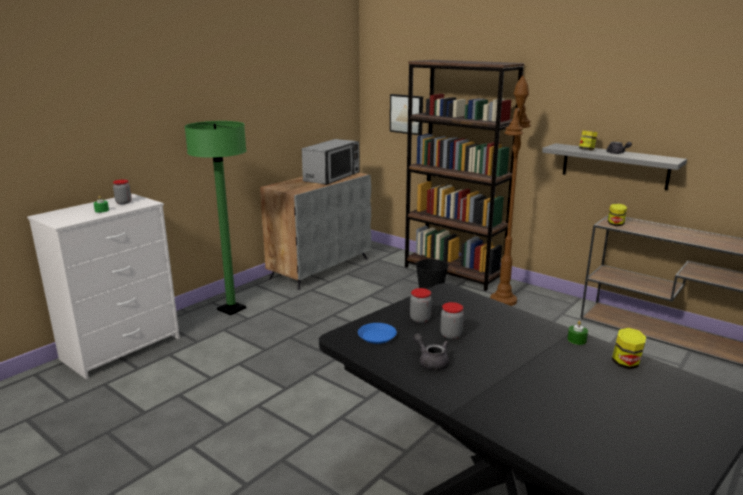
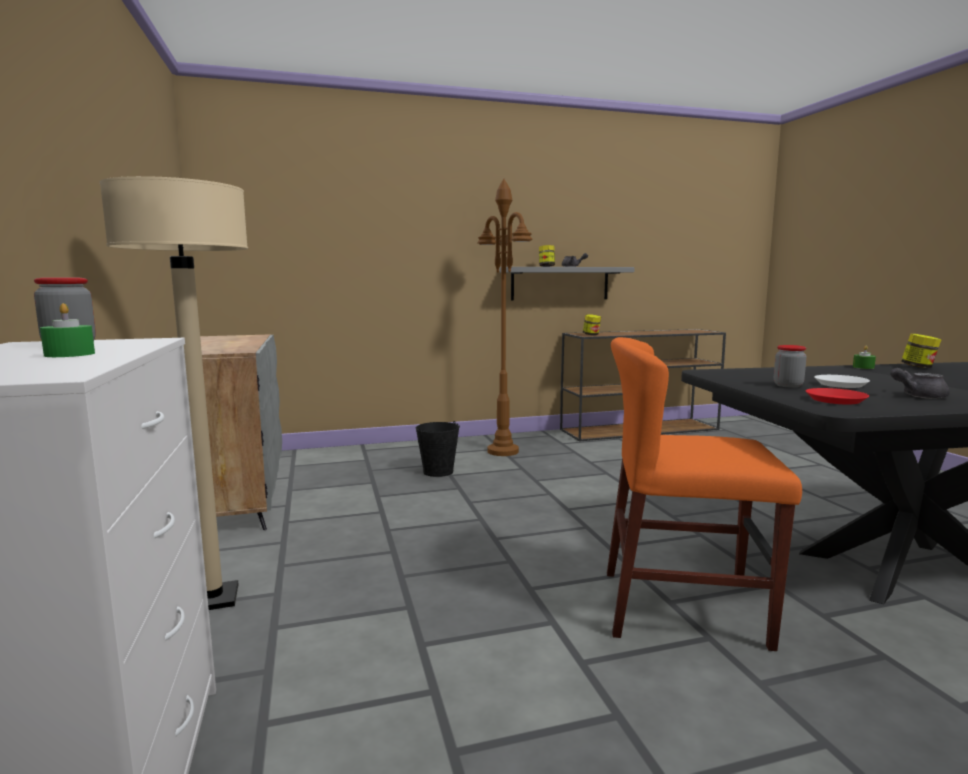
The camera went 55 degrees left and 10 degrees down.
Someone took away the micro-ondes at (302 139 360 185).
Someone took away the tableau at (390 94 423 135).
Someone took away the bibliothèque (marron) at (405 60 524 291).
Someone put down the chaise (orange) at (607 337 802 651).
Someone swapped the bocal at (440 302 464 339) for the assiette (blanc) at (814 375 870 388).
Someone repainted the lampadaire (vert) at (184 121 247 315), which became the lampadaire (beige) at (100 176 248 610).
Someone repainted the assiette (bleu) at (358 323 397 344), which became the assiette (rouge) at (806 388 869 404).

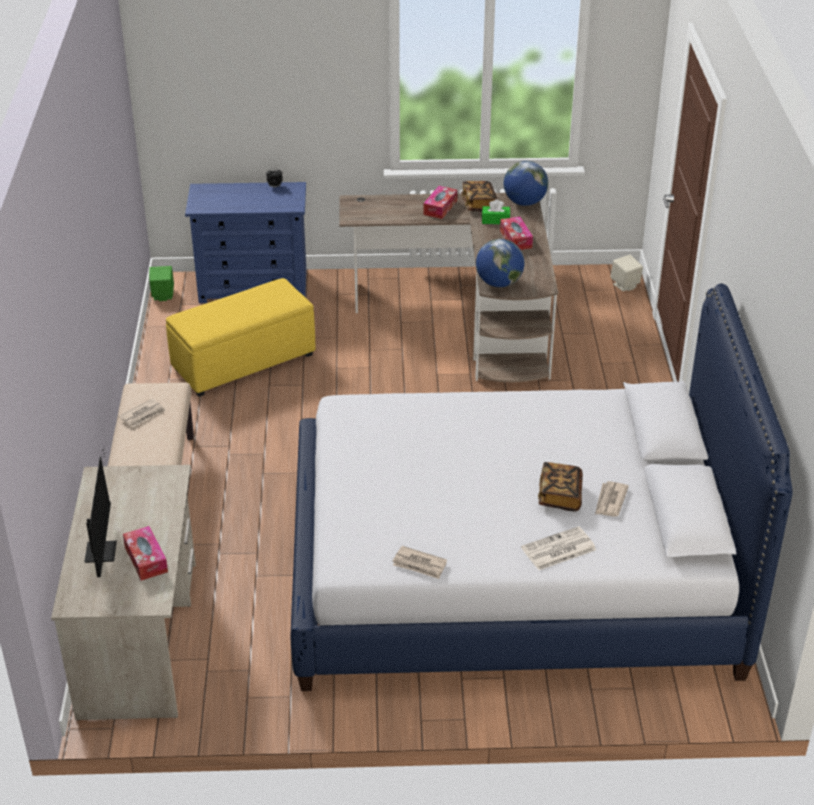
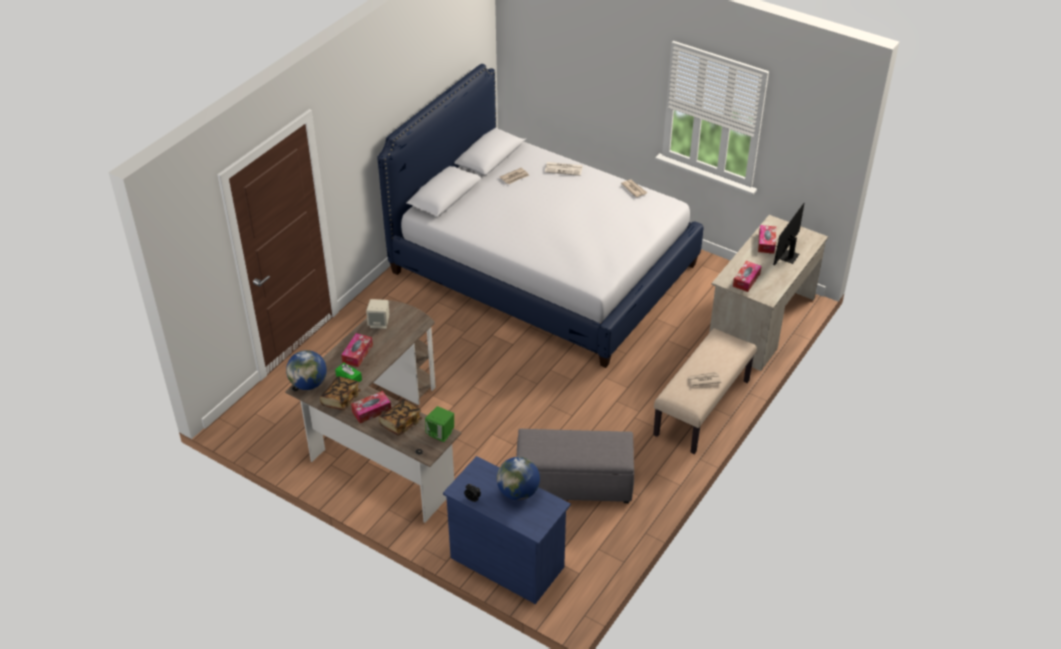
The camera went 145 degrees left and 5 degrees up.
Someone put down the boîte à mouchoirs at (733 261 762 292).
Someone carried the enceinte (vert) from (149 266 174 301) to (425 406 454 442).
Someone carried the globe from (476 239 524 287) to (497 457 540 500).
Someone carried the livre from (538 462 583 511) to (379 400 422 436).
Someone carried the enceinte (beige) from (610 255 643 291) to (366 299 389 329).
Someone repainted the pouf (jaune) at (166 278 316 397), which became the pouf (gris) at (516 429 634 503).

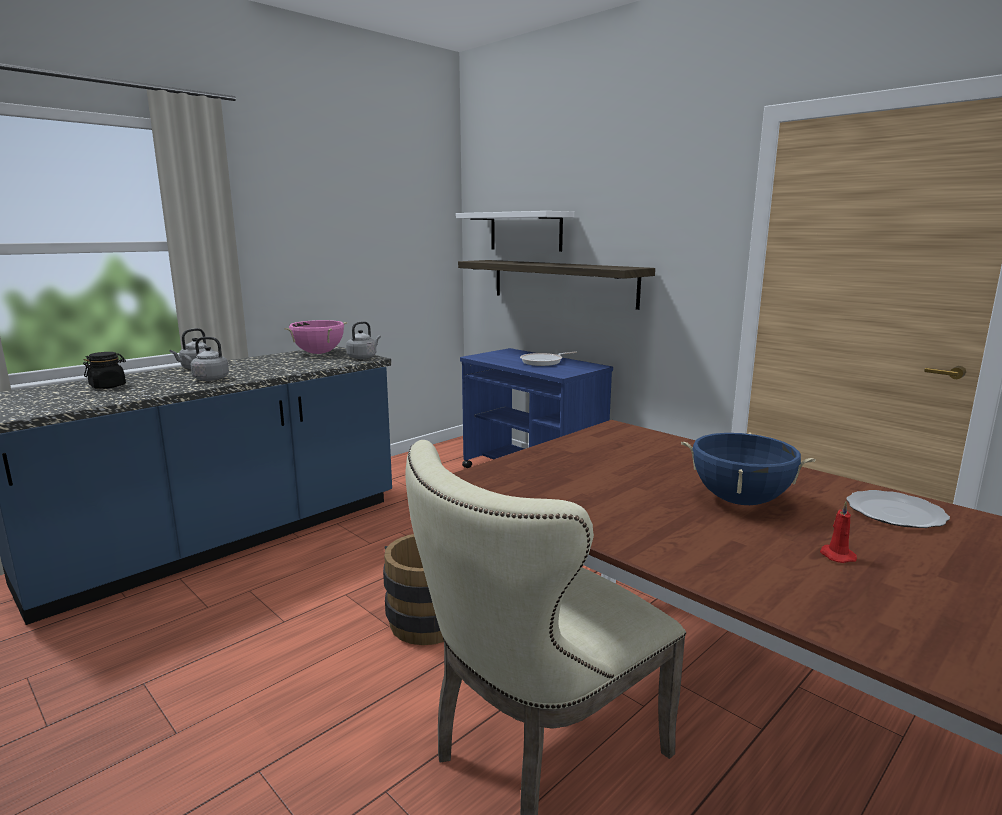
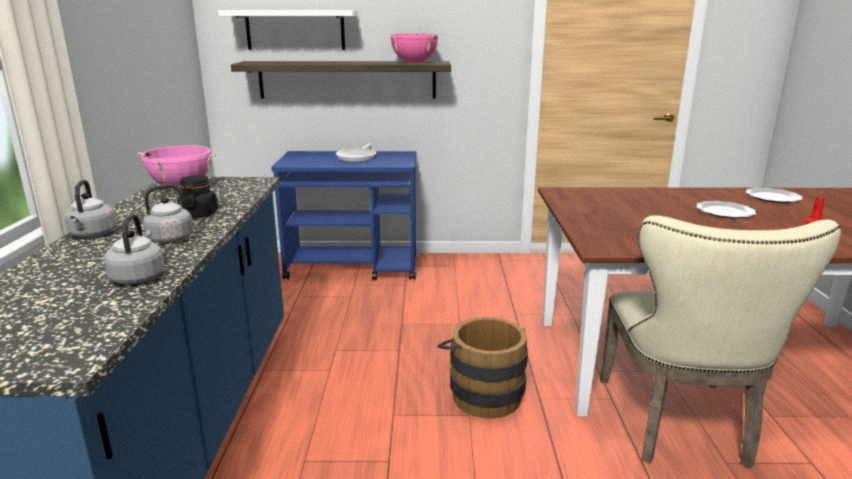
The camera went 45 degrees left and 5 degrees up.
Someone put down the marmite (rose) at (390 34 438 63).
Someone carried the bocal (noir) from (83 352 126 389) to (177 175 218 217).
Someone carried the bouilloire (gris) from (346 321 381 359) to (104 214 165 285).
Someone swapped the marmite (bleu) at (681 432 816 505) for the assiette at (696 201 756 219).

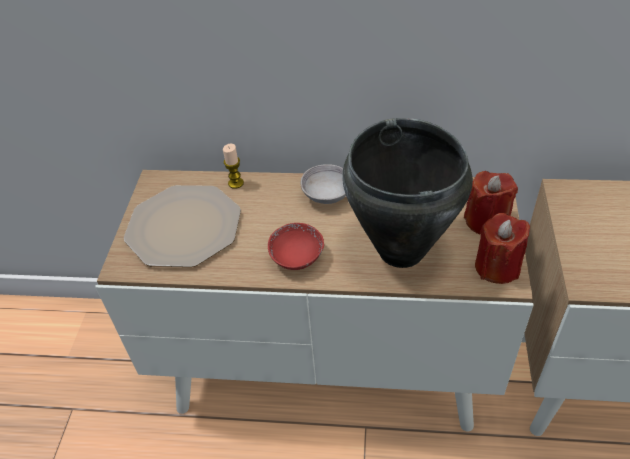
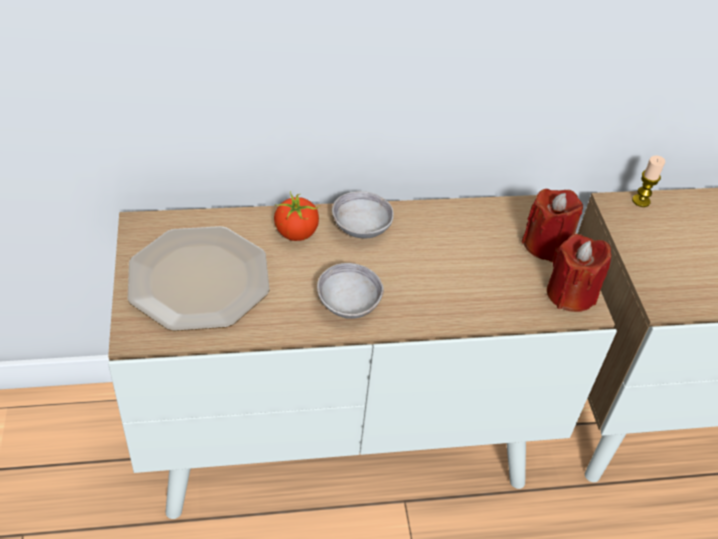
The camera went 20 degrees left and 0 degrees up.
Someone took away the marmite (noir) at (342 118 473 268).
Someone put down the tomate at (274 191 320 241).
Someone carried the bougie from (223 144 244 189) to (632 155 665 207).
Someone repainted the bol (rouge) at (268 223 324 270), which became the bol (gris) at (317 263 384 319).

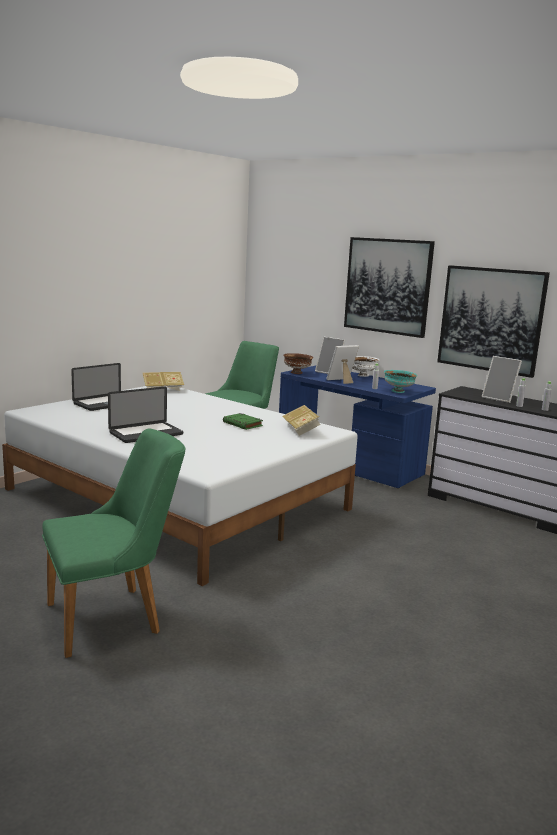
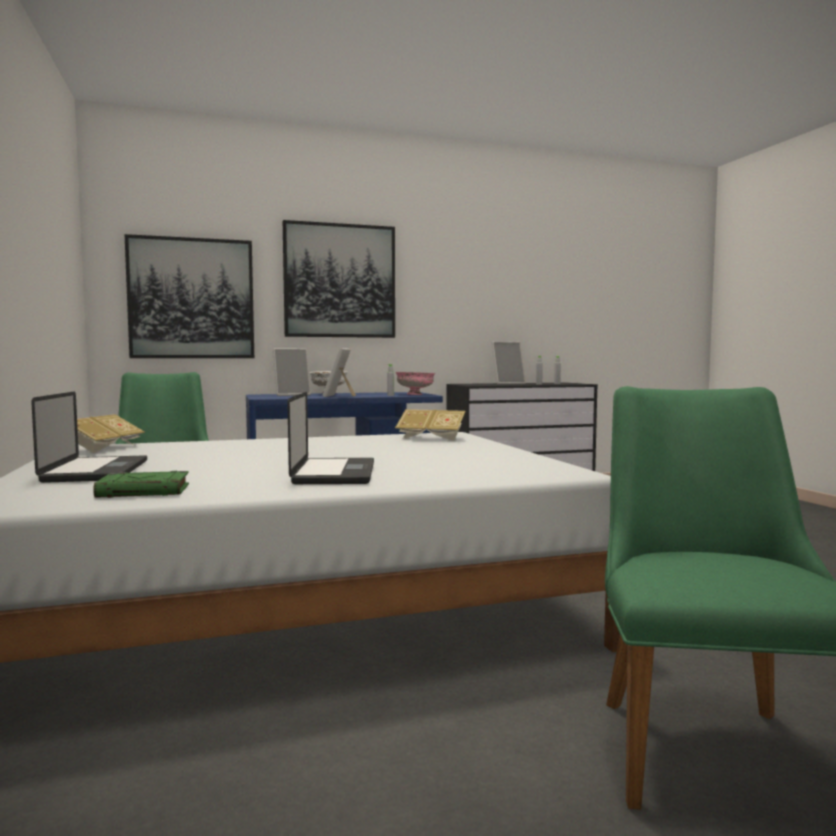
The camera went 55 degrees left and 10 degrees down.
Someone took away the bol (marron) at (283 353 313 374).
Someone carried the livre (vert) from (223 413 263 430) to (93 471 189 498).
Someone carried the tableau from (437 265 550 378) to (125 234 254 358).
Someone repainted the bol (turquoise) at (384 370 417 393), which became the bol (rose) at (396 372 435 395).

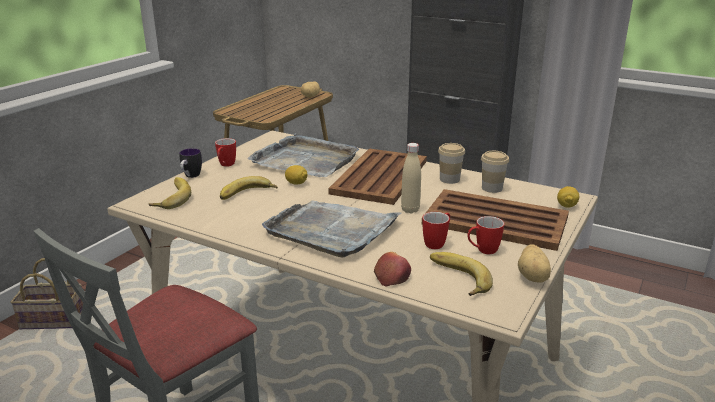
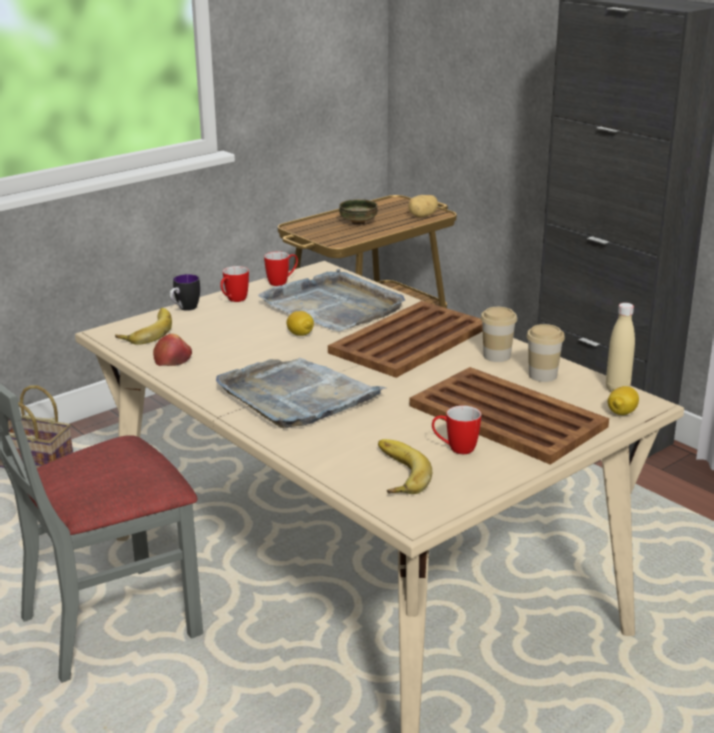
The camera went 20 degrees right and 0 degrees up.
Someone took away the banane at (220 176 278 200).
Someone took away the pomme de terre at (518 244 551 282).
Someone put down the bol at (339 199 377 225).
Someone carried the pomme from (374 252 411 287) to (153 334 192 366).
Someone carried the bouteille (beige) from (401 143 421 213) to (606 303 635 392).
Someone carried the mug from (422 212 450 249) to (264 251 298 286).

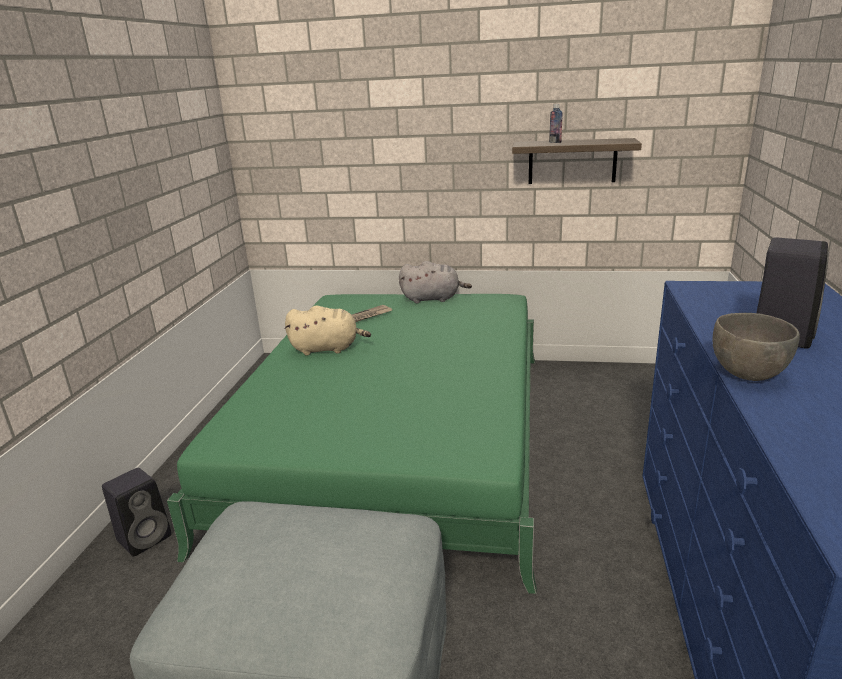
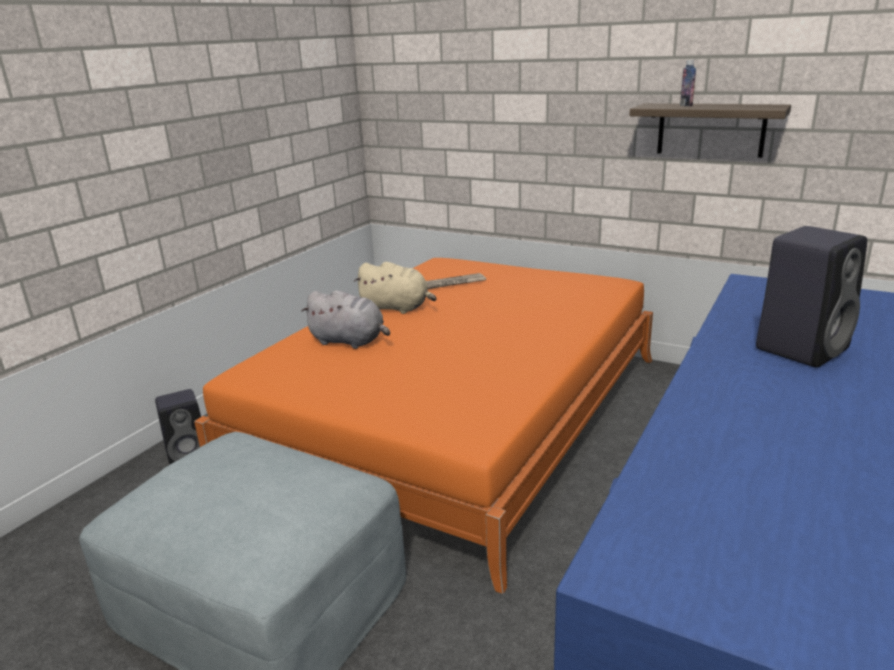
The camera went 20 degrees right and 0 degrees up.
Someone took away the bol (gris) at (713 313 800 381).
Someone carried the peluche (gris) from (399 261 472 303) to (301 290 390 349).
Someone repainted the lit (vert) at (167 294 536 594), which became the lit (orange) at (194 258 653 594).

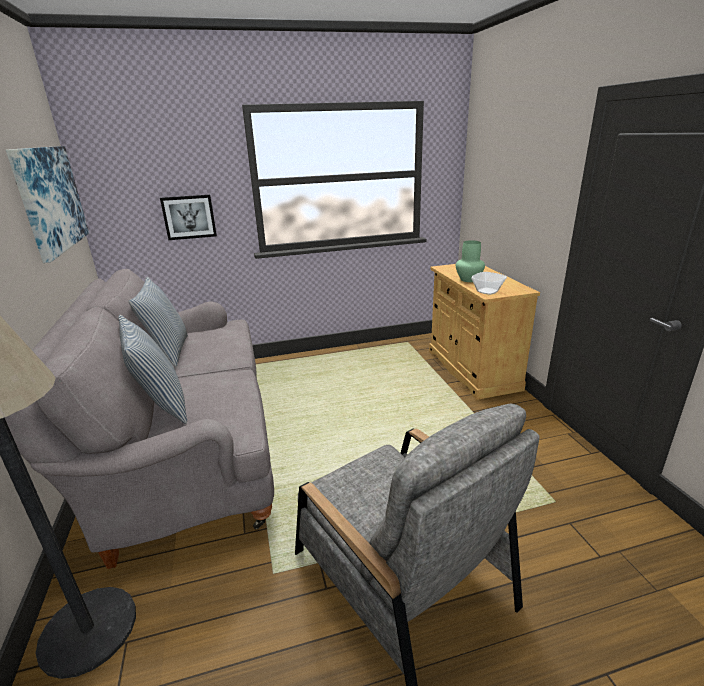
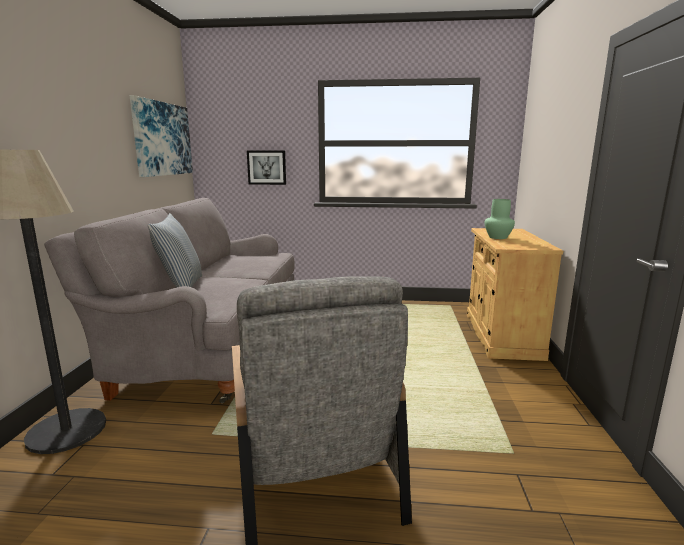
The camera went 20 degrees right and 10 degrees down.
Someone took away the coussin at (129 277 188 367).
Someone took away the bol at (471 272 507 295).

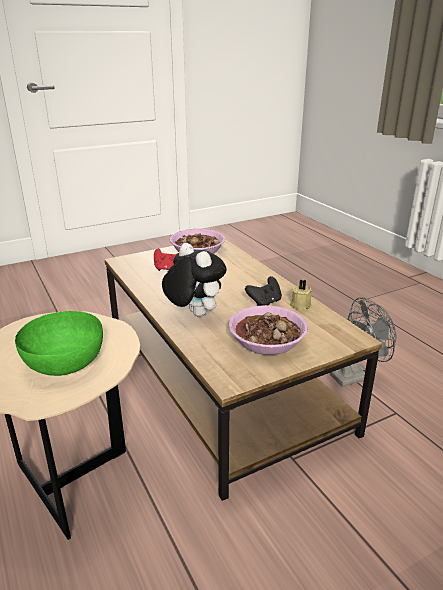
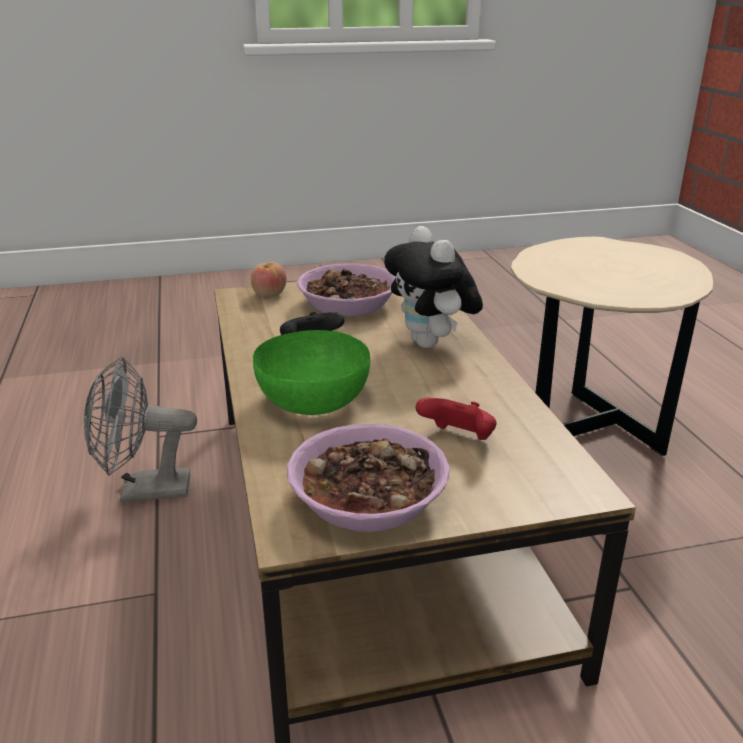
The camera went 165 degrees left and 0 degrees up.
Someone took away the bougie (beige) at (290 280 312 310).
Someone put down the pomme at (251 262 287 297).
Someone carried the bol (vert) from (15 311 103 376) to (253 330 371 415).

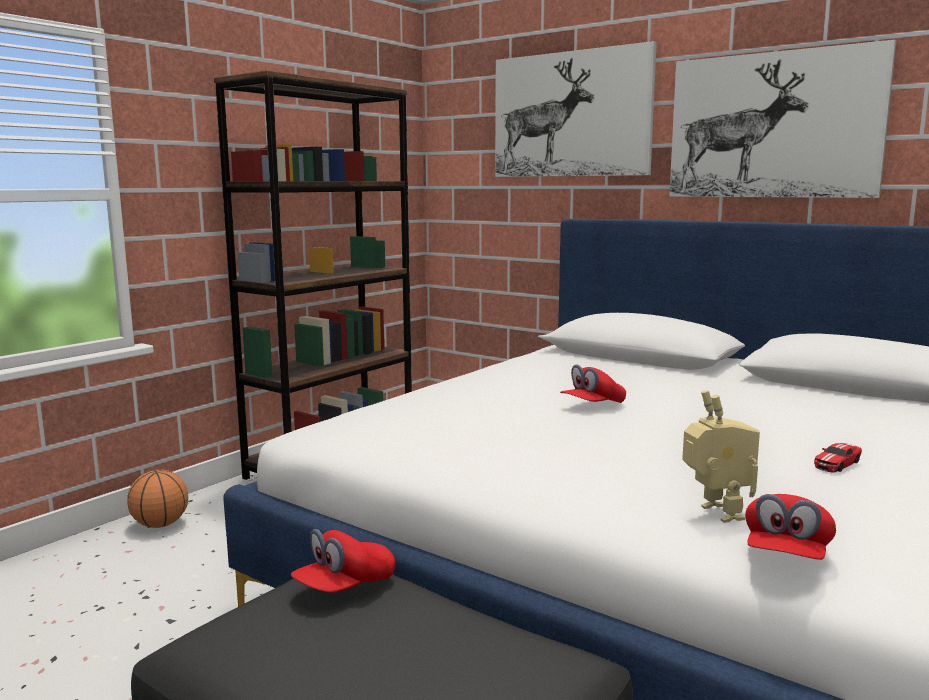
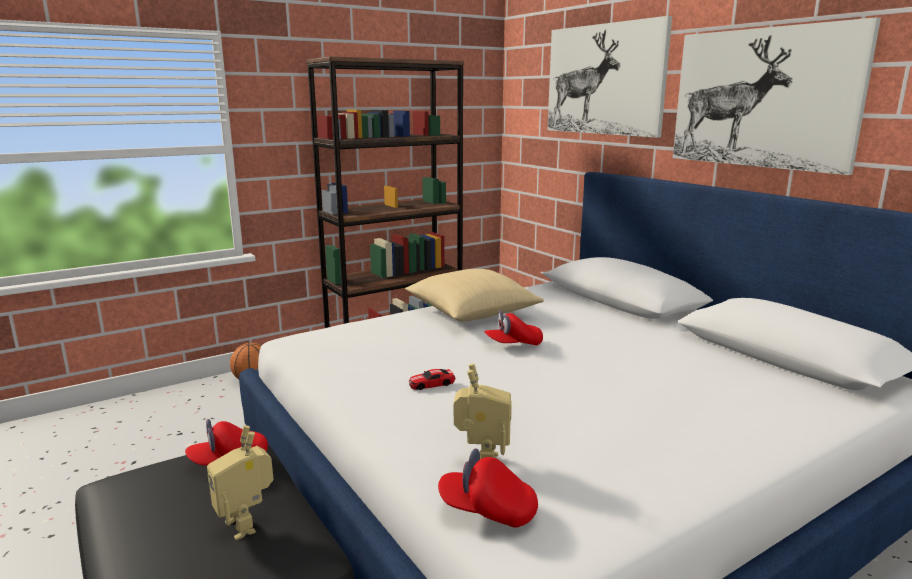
The camera went 20 degrees right and 5 degrees up.
Someone put down the robot jouet at (207 425 274 540).
Someone put down the coussin (beige) at (405 269 544 322).
Someone carried the petite voiture from (814 443 862 472) to (409 369 455 390).
Someone rotated the casquette (rouge) at (745 494 836 560) by 60 degrees clockwise.

